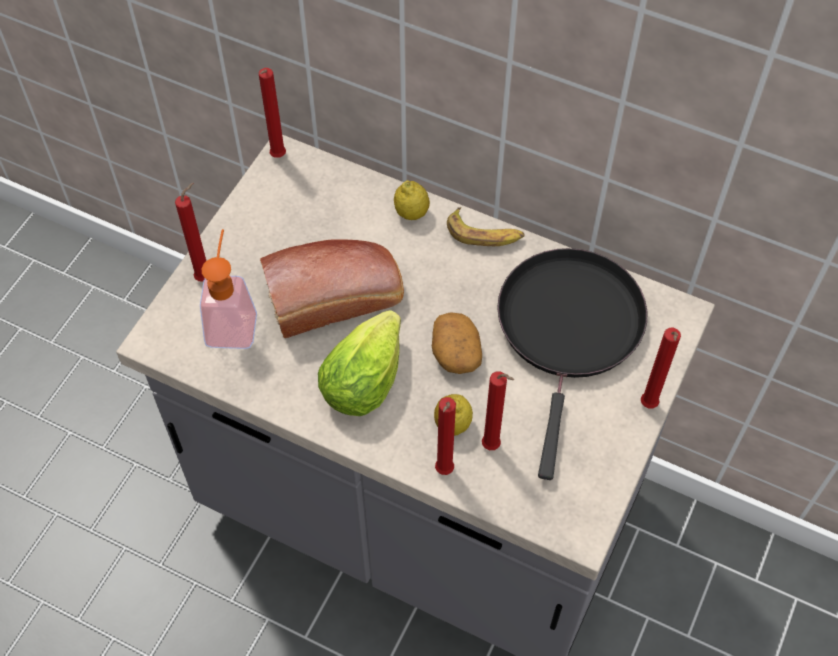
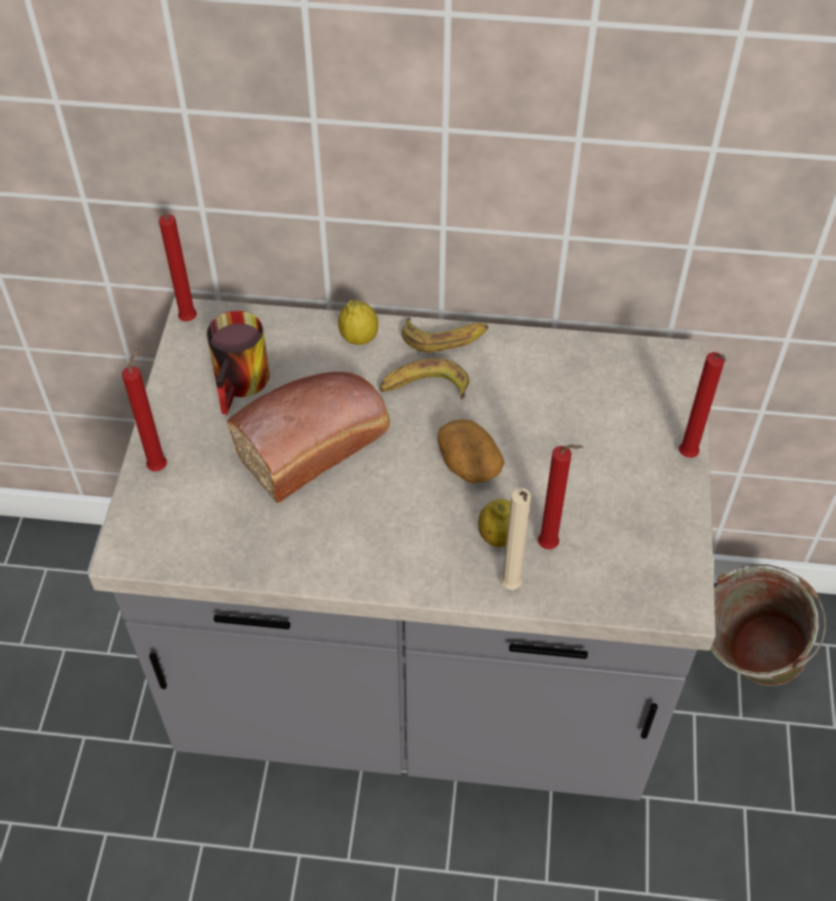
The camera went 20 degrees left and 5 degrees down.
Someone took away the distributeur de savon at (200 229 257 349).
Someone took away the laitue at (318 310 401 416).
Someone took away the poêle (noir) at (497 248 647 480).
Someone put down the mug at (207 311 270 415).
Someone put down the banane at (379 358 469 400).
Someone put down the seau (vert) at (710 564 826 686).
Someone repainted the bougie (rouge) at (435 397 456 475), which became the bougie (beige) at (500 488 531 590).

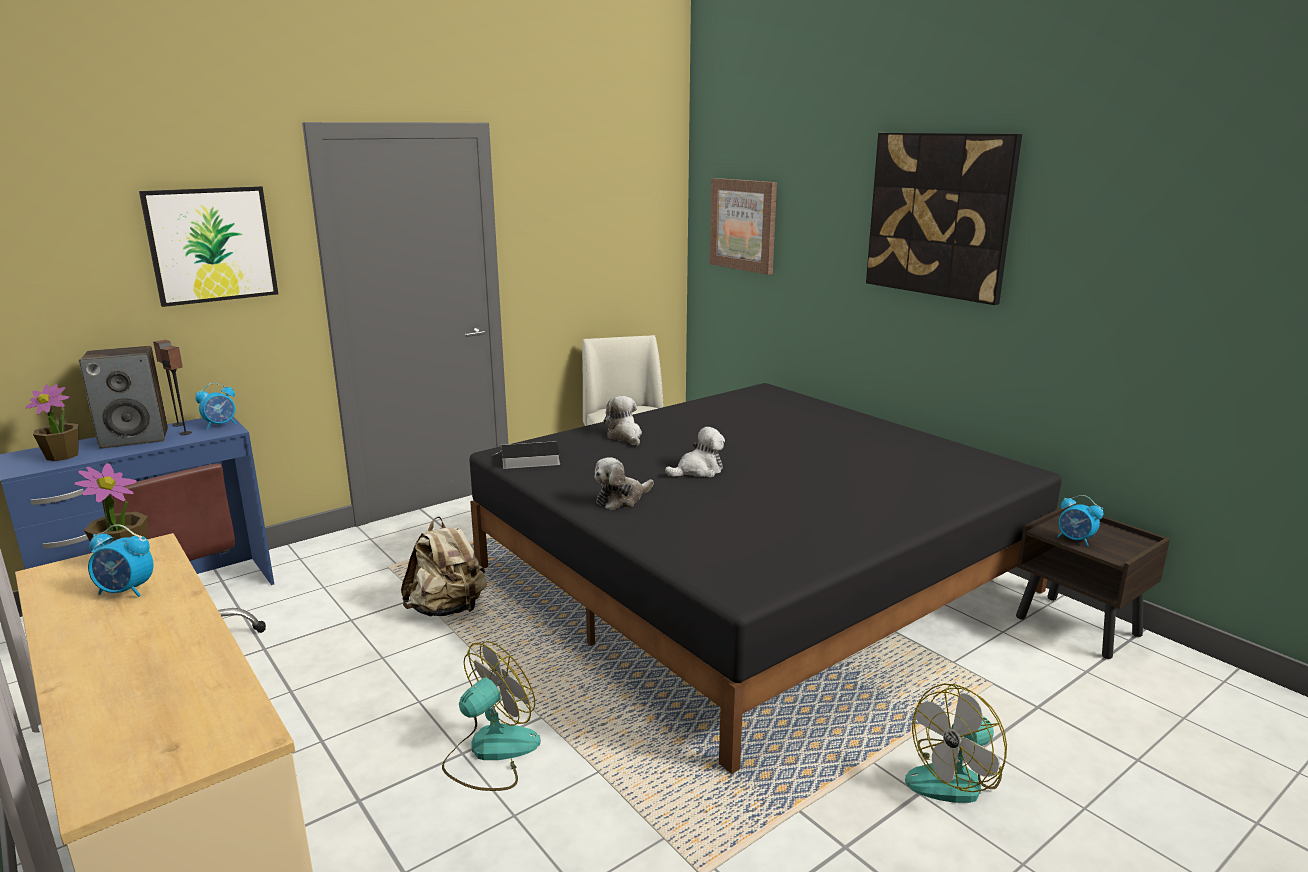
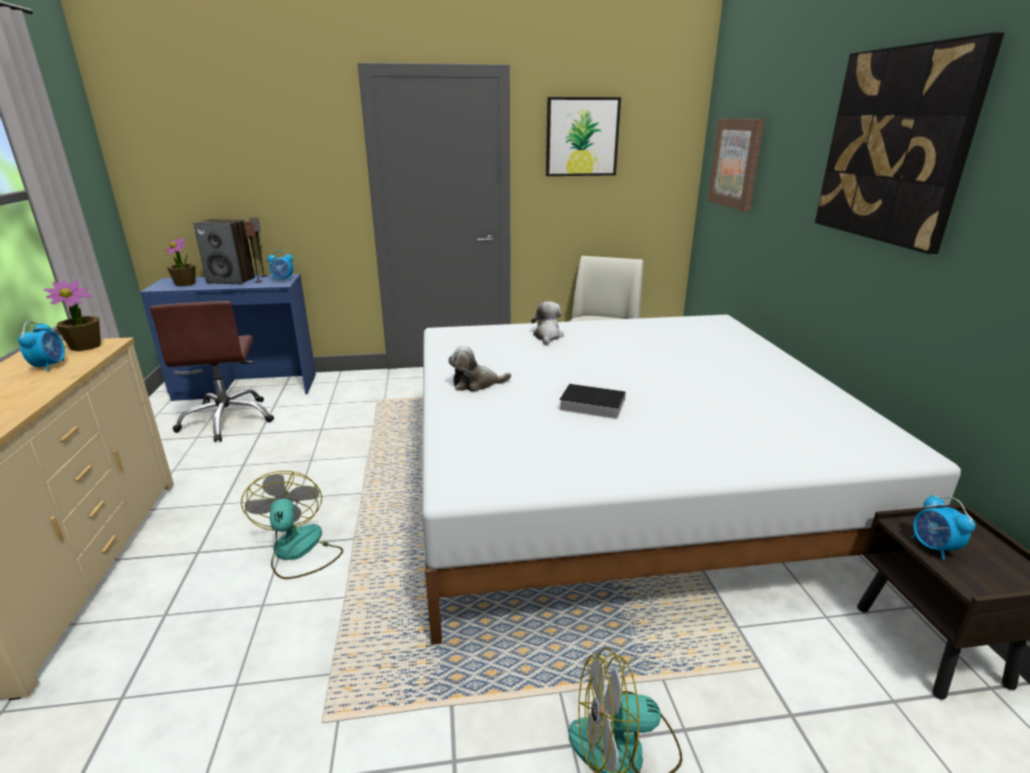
The camera went 30 degrees right and 5 degrees up.
Someone took away the sac à dos (beige) at (401 517 487 617).
Someone took away the peluche at (665 427 725 477).
Someone carried the tableau from (139 186 278 307) to (546 97 621 176).
Someone carried the livre from (492 441 560 469) to (558 384 626 419).
Someone repainted the lit (noir) at (469 383 1062 774), which became the lit (blanc) at (422 315 961 645).
Someone rotated the réveil at (88 524 153 597) by 135 degrees counterclockwise.
Someone rotated the ventilateur at (442 641 541 791) by 90 degrees counterclockwise.

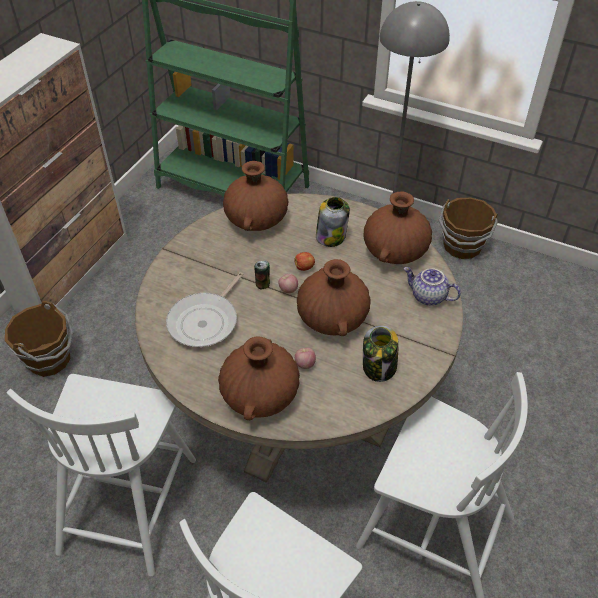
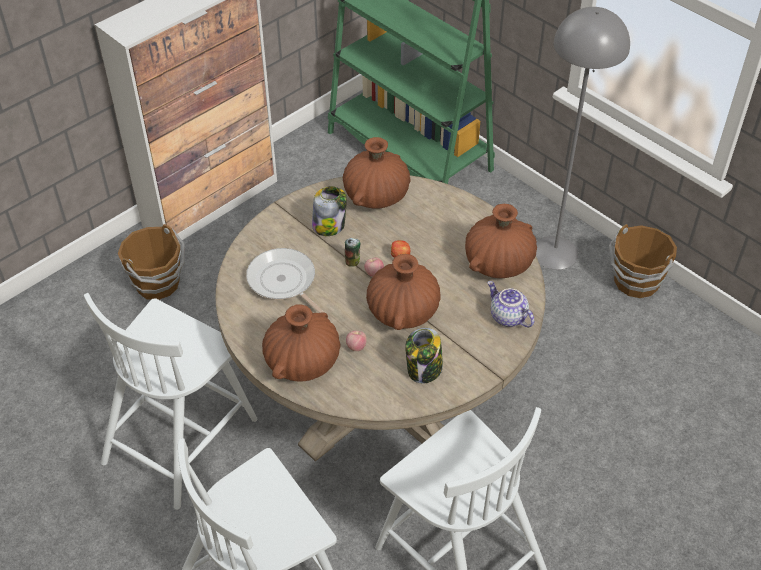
The camera went 20 degrees right and 0 degrees up.
Someone carried the bocal from (316 197 350 247) to (312 186 347 236).
Someone rotated the poêle at (166 272 243 347) by 90 degrees clockwise.

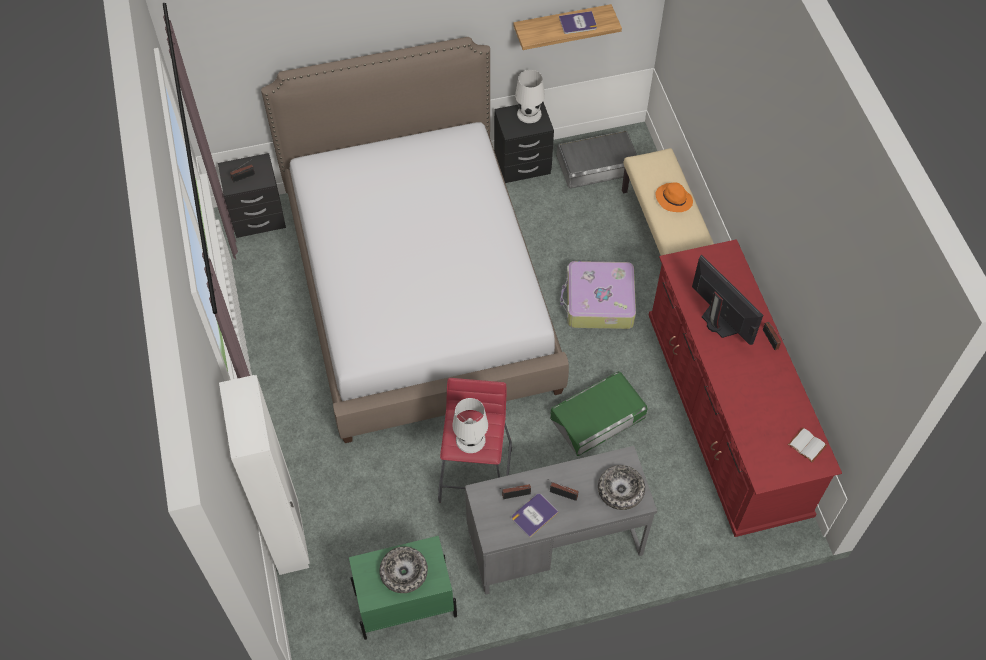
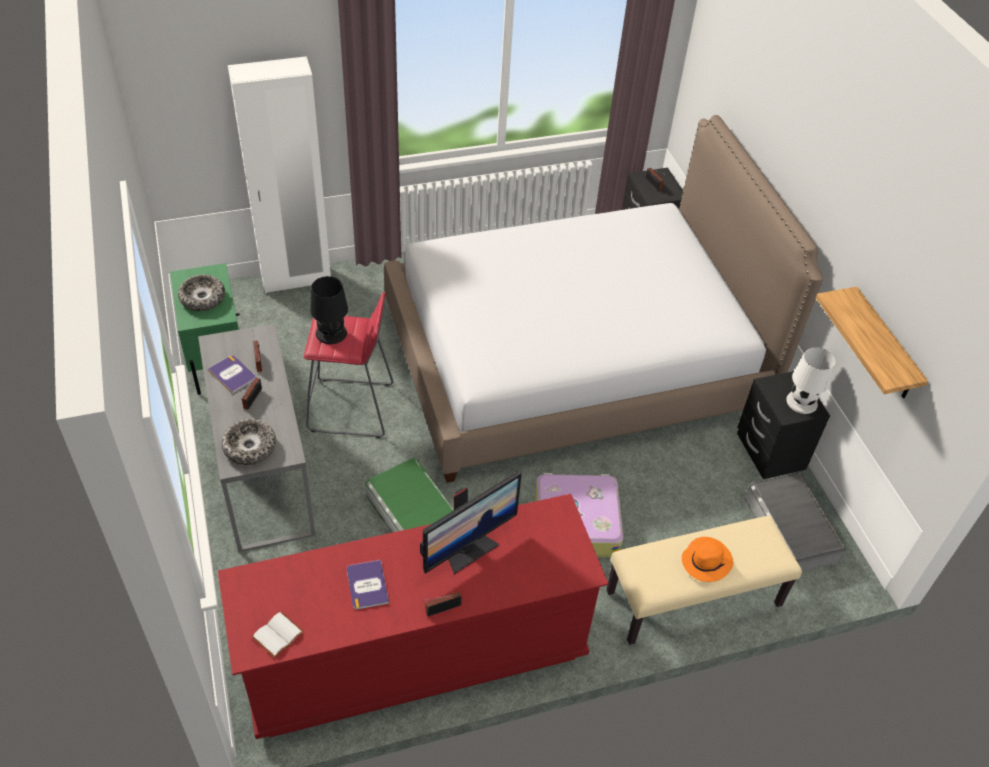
The camera went 85 degrees right and 10 degrees down.
Someone carried the livre from (559 11 597 34) to (347 560 389 609).
Someone repainted the lampe de table (blanc) at (452 398 488 453), which became the lampe de table (noir) at (310 276 348 344).

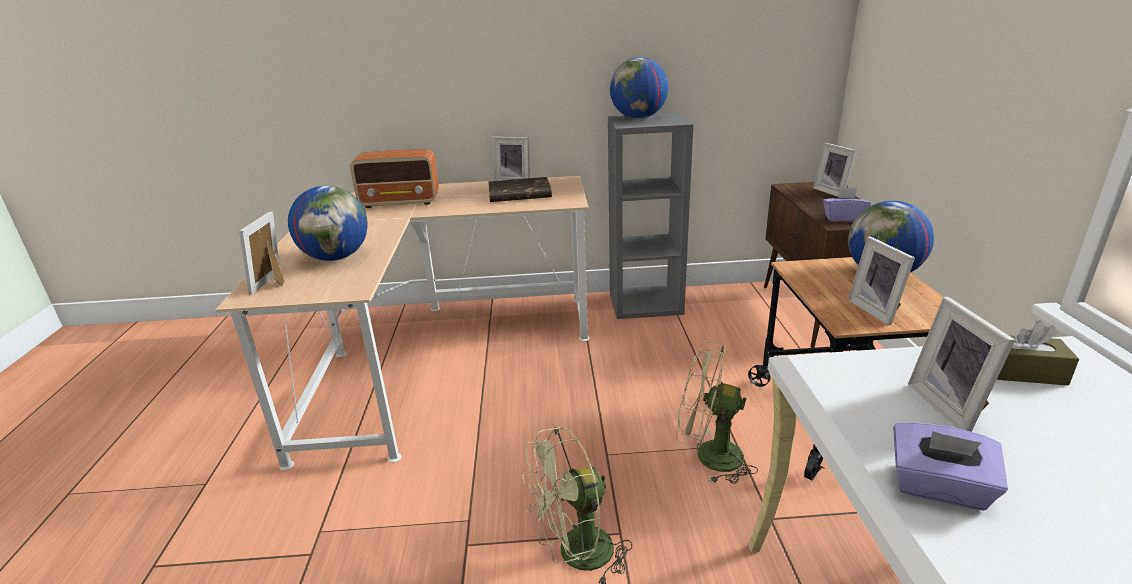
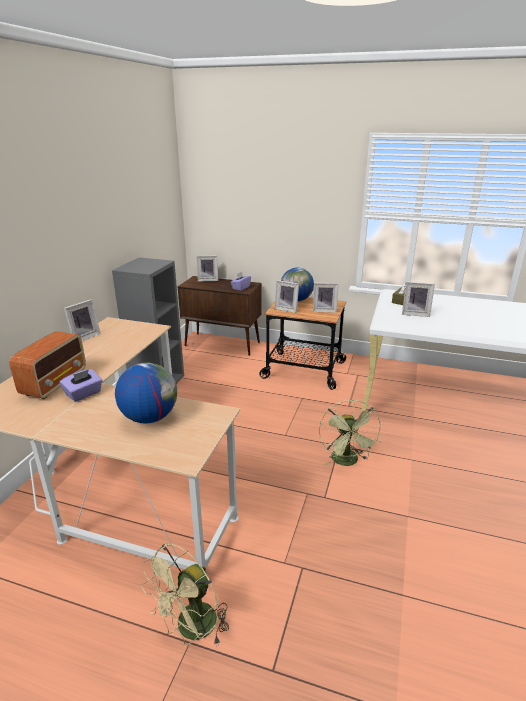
The camera went 70 degrees left and 0 degrees up.
Someone took away the livre (marron) at (488 177 552 202).
Someone took away the globe at (610 57 668 119).
Someone carried the cadre photo from (239 211 285 295) to (274 280 299 313).
Someone carried the ventilateur (beige) from (676 341 758 484) to (141 543 229 645).
Someone carried the boîte à mouchoirs (violet) from (893 422 1008 511) to (60 369 103 402).

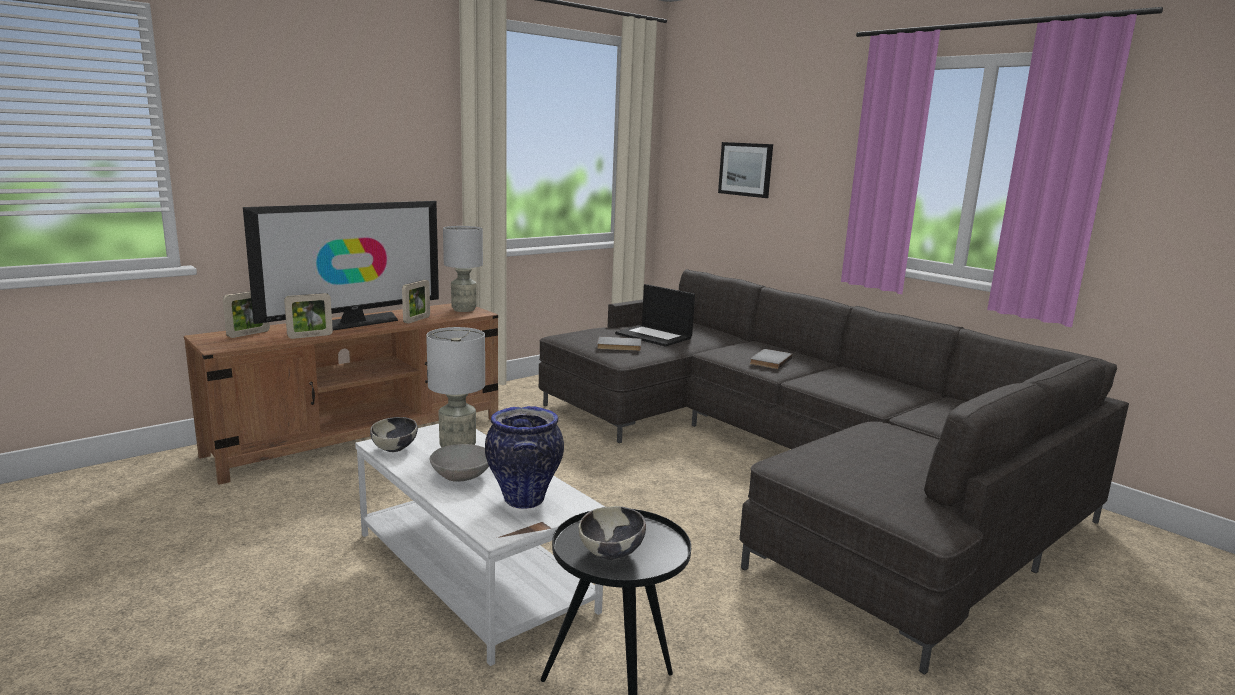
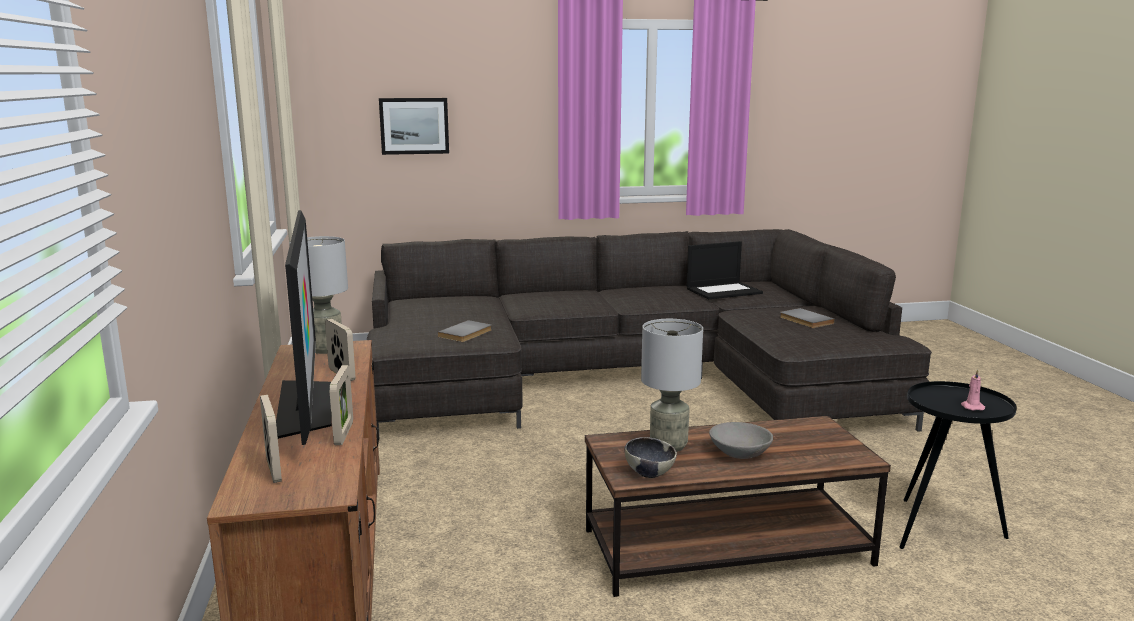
The camera went 60 degrees left and 0 degrees up.
Someone took away the vase at (485 406 564 509).
Someone carried the ordinateur portable from (615 284 695 347) to (687 241 763 299).
Someone carried the livre (gris) from (750 349 793 369) to (780 308 835 328).
Someone swapped the bol at (579 506 646 560) for the bougie (rose) at (961 369 985 411).
Someone repainted the table basse (blanc) at (355 424 605 666), which became the table basse (marron) at (585 416 891 597).

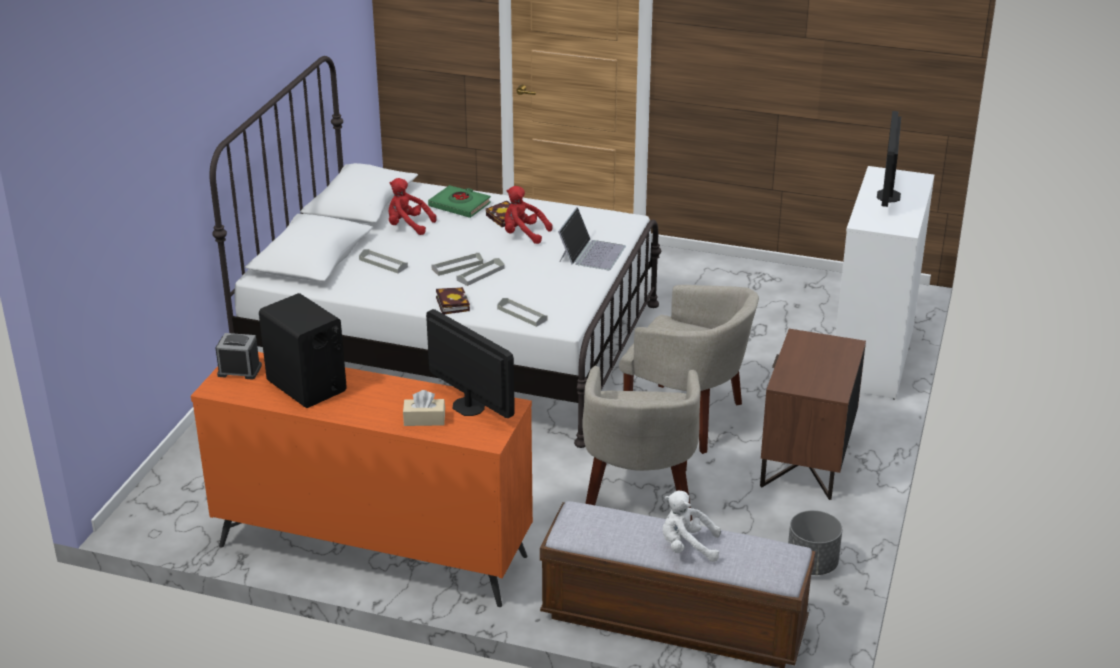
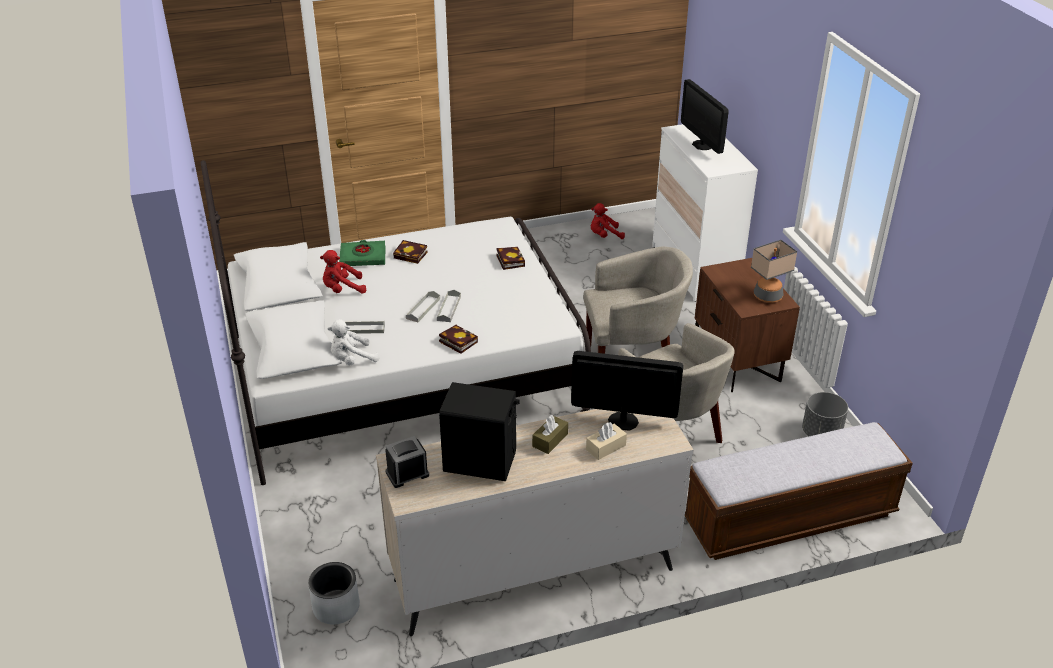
The camera went 35 degrees left and 5 degrees up.
Someone took away the plateau (gris) at (497 298 547 327).
Someone put down the cache-pot (gris) at (308 562 360 624).
Someone put down the boîte à mouchoirs (marron) at (532 415 568 454).
Someone put down the lampe de table at (751 240 797 303).
Someone carried the peluche (rouge) from (505 186 552 244) to (590 203 625 239).
Someone carried the peluche (blanc) from (663 491 721 562) to (328 319 380 365).
Someone swapped the ordinateur portable at (558 207 626 270) for the livre at (496 247 525 270).
Someone repainted the commode (orange) at (191 352 533 607), which became the commode (beige) at (376 409 694 636).

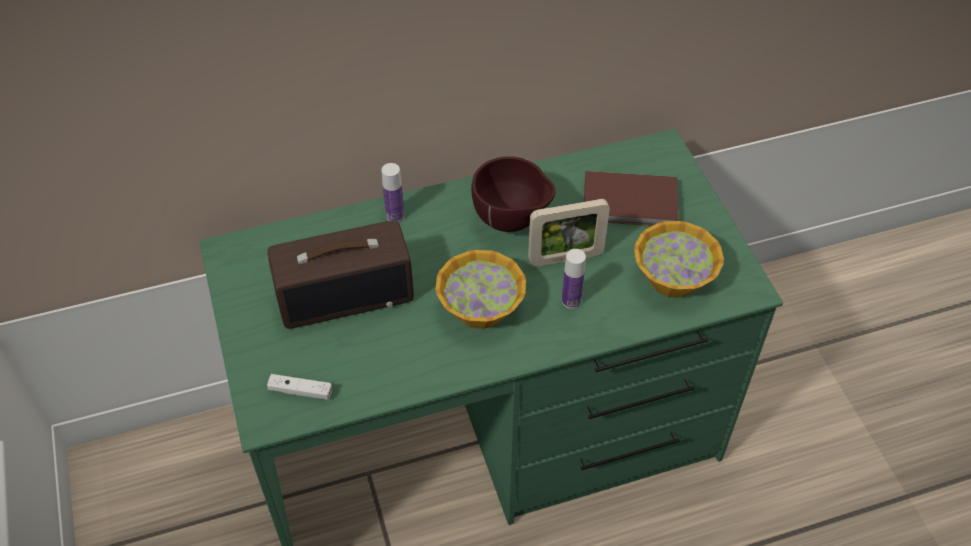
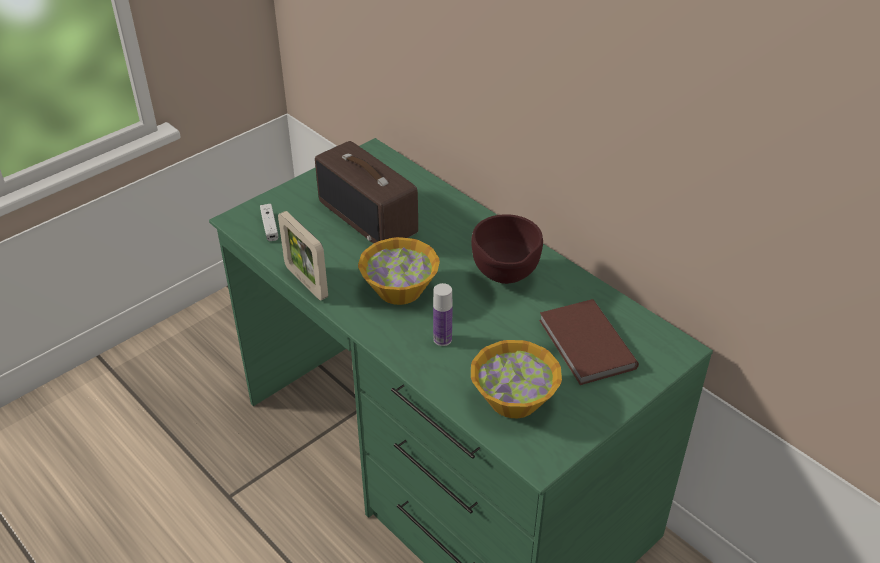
The camera went 65 degrees right and 10 degrees down.
Someone took away the bouteille at (382 163 404 222).
Someone carried the cadre photo from (528 199 610 267) to (278 211 328 301).

